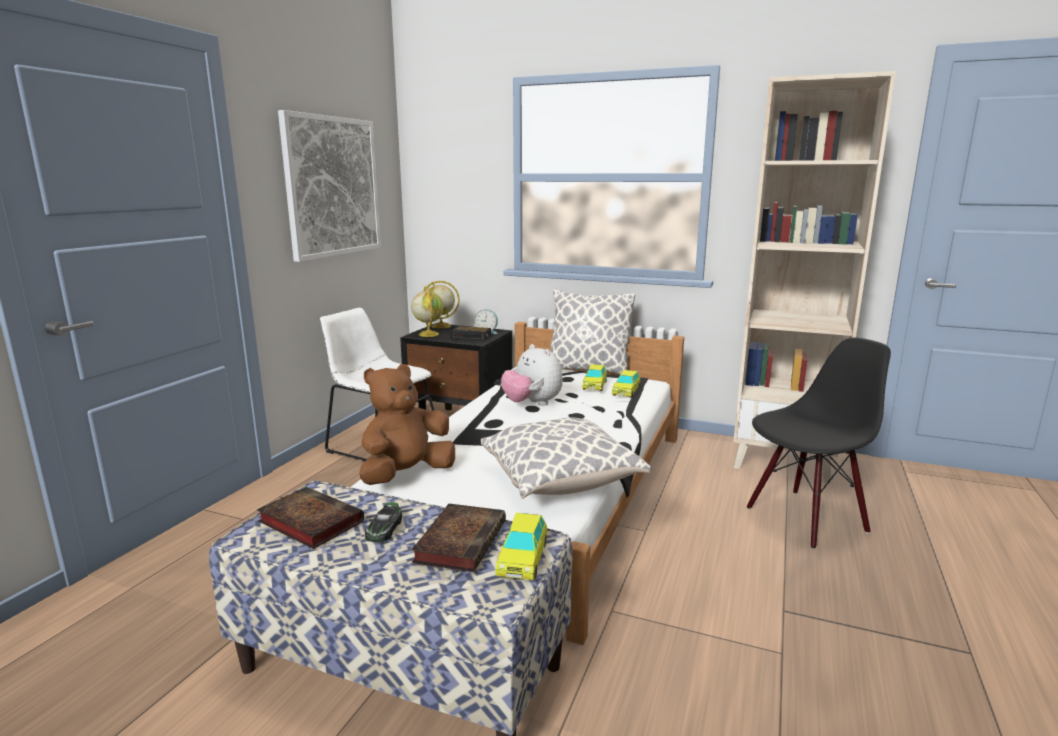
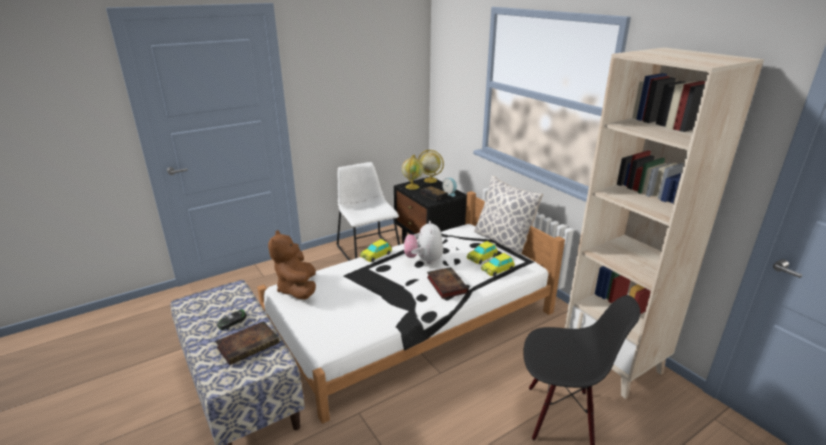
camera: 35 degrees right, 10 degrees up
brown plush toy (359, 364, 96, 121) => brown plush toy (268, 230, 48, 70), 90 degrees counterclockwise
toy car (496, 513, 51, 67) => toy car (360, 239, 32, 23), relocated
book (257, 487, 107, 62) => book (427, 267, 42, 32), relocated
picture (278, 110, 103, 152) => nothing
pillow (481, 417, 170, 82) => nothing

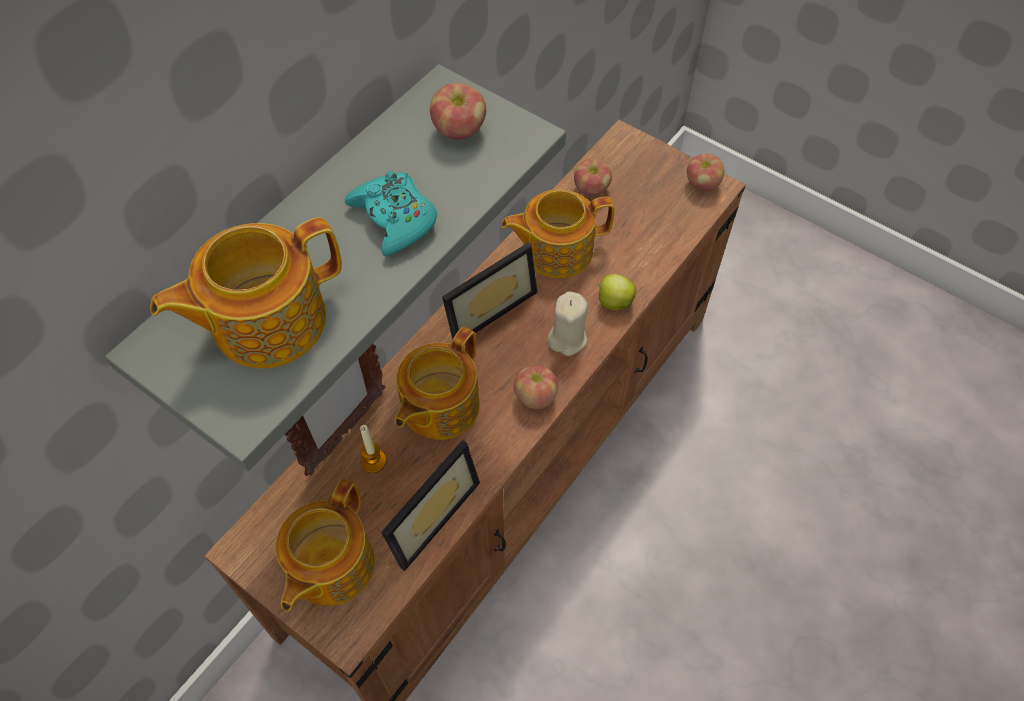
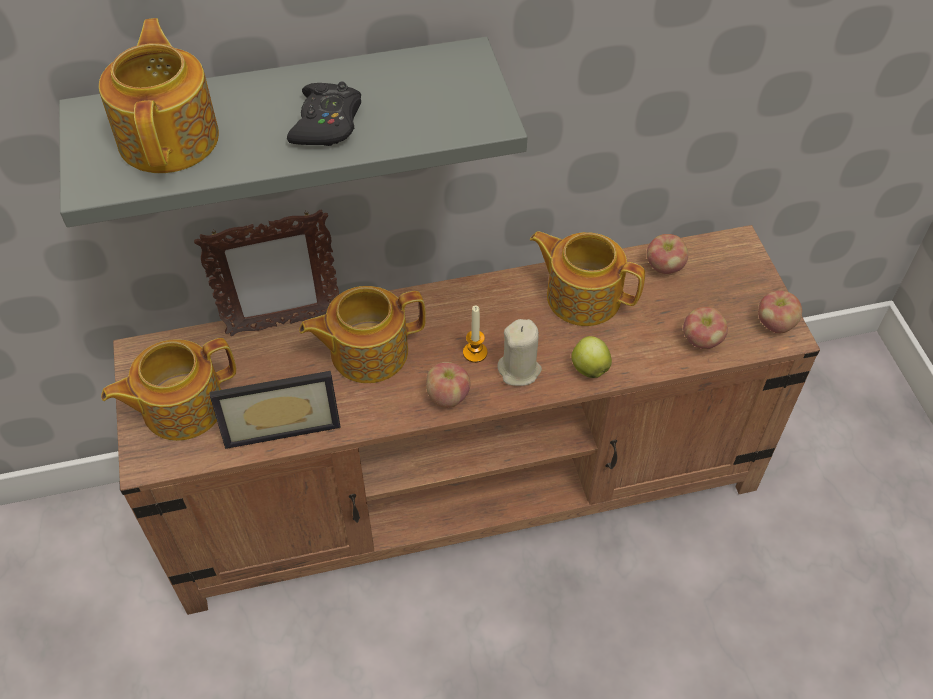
camera: 40 degrees right, 5 degrees down
teapot (150, 217, 192, 151) => teapot (99, 18, 120, 155), 75 degrees clockwise
turquoise game controller (345, 171, 92, 85) => black game controller (287, 81, 74, 65)
candle (360, 425, 26, 48) => candle (463, 305, 25, 58), relocated
apple (430, 83, 56, 57) => apple (683, 307, 45, 42), relocated
picture frame (442, 242, 96, 98) => nothing

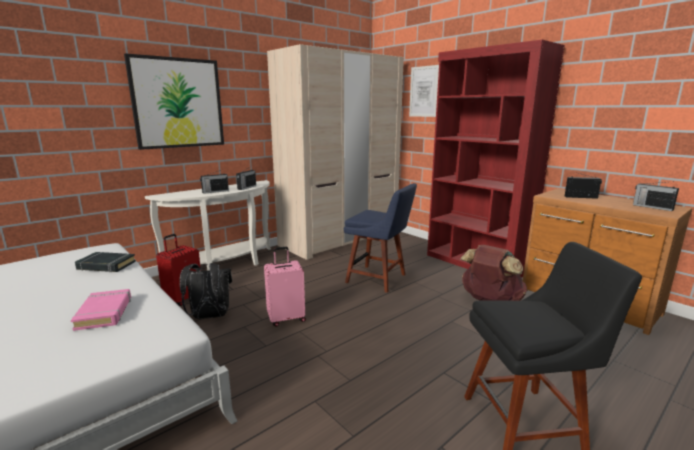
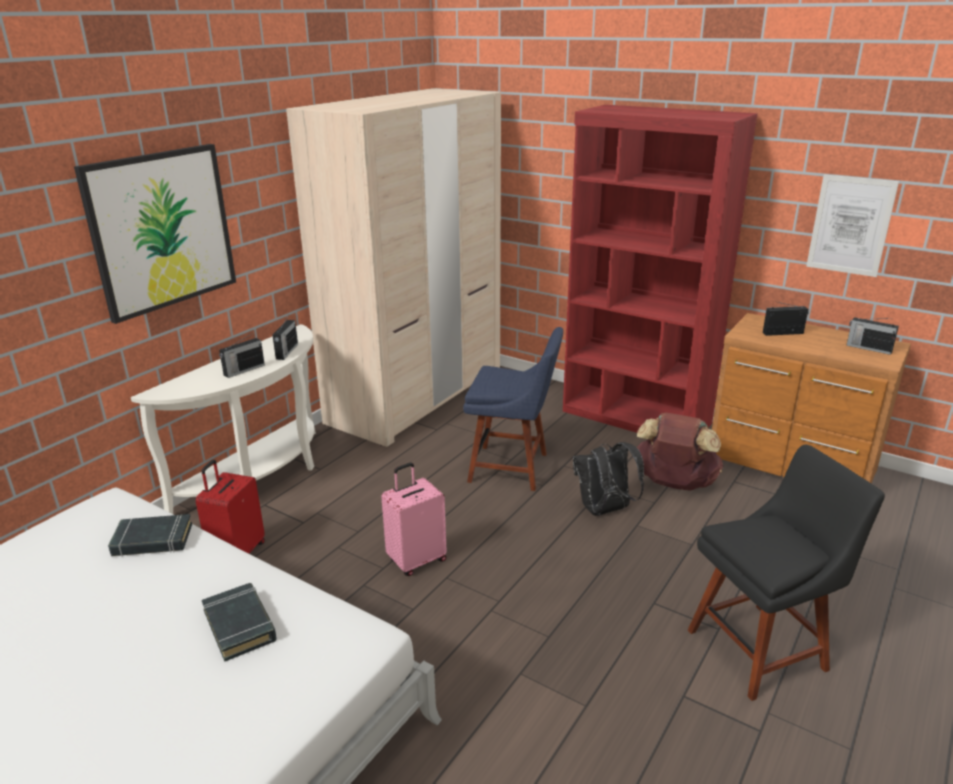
camera: 15 degrees left, 10 degrees up
pink book (71, 289, 60, 42) => black book (202, 583, 75, 79)
black backpack (180, 263, 52, 56) => black backpack (573, 442, 71, 74), relocated
picture (409, 65, 30, 52) => picture (806, 174, 93, 103), relocated

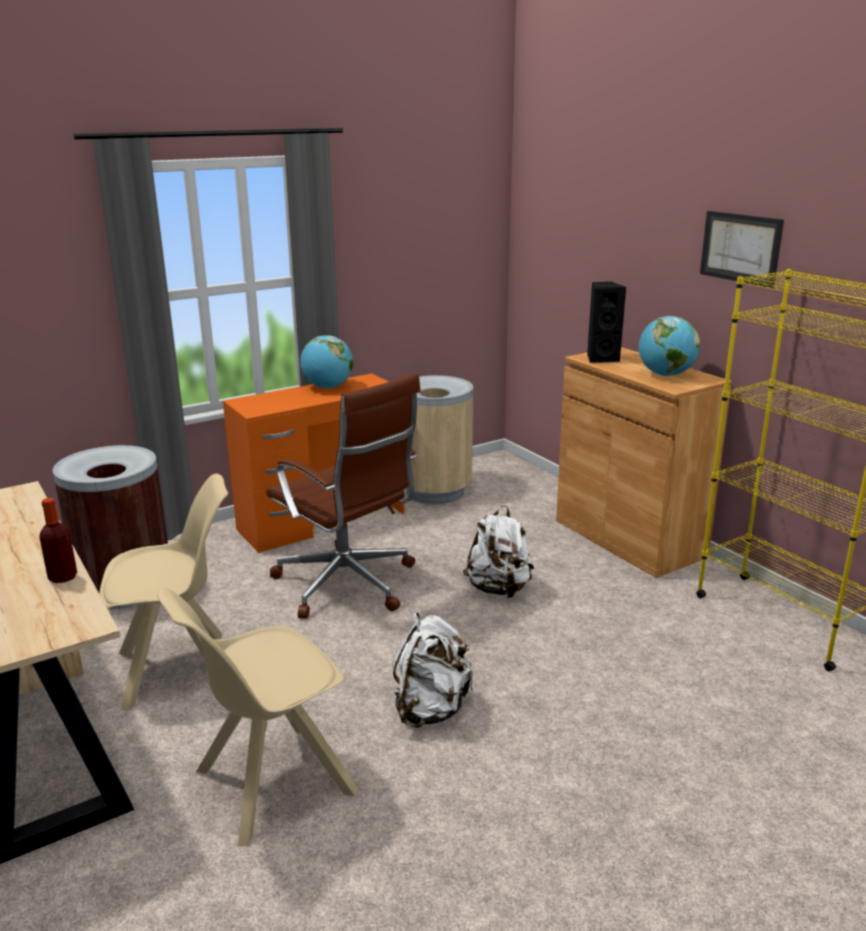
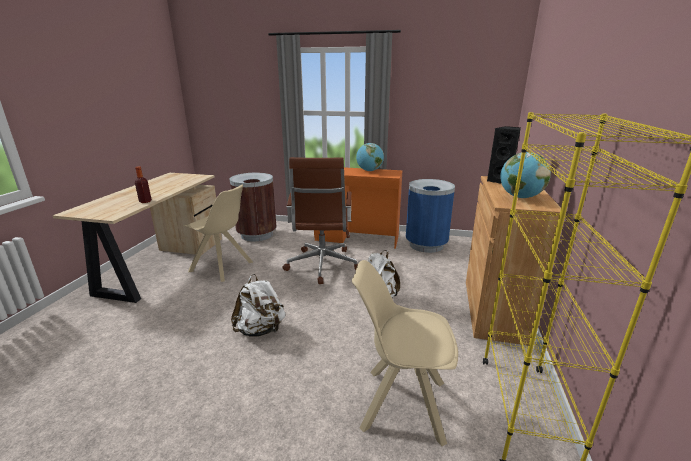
camera: 45 degrees right, 0 degrees up
beige chair (158, 587, 201, 259) => beige chair (352, 260, 106, 186), relocated
beige trash can (406, 375, 67, 129) => blue trash can (406, 179, 49, 74)
picture (700, 211, 84, 77) => nothing

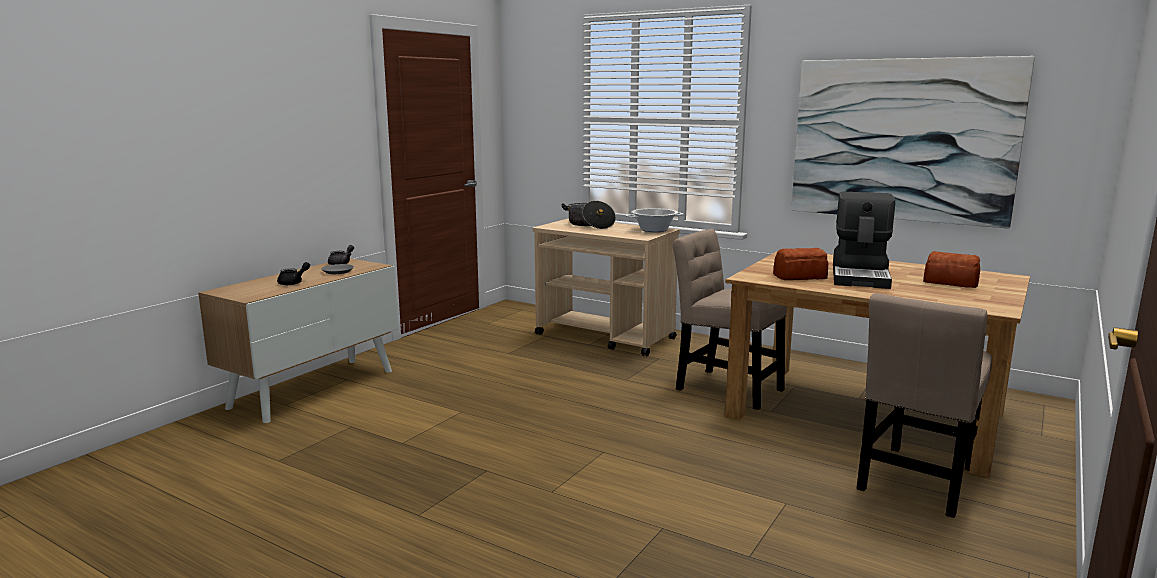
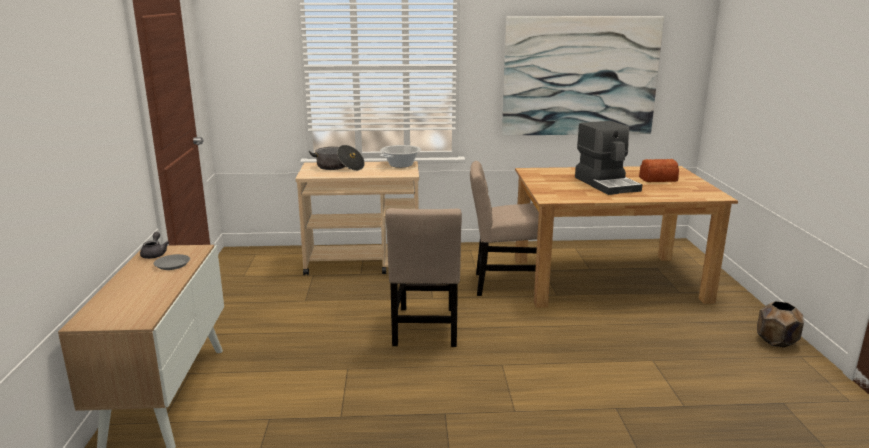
camera: 35 degrees left, 5 degrees up
beige chair (857, 293, 135, 225) => beige chair (385, 208, 77, 139), relocated
nothing => brown planter (757, 301, 47, 46)
black teapot (277, 262, 33, 23) => nothing
bread (773, 248, 55, 32) => nothing

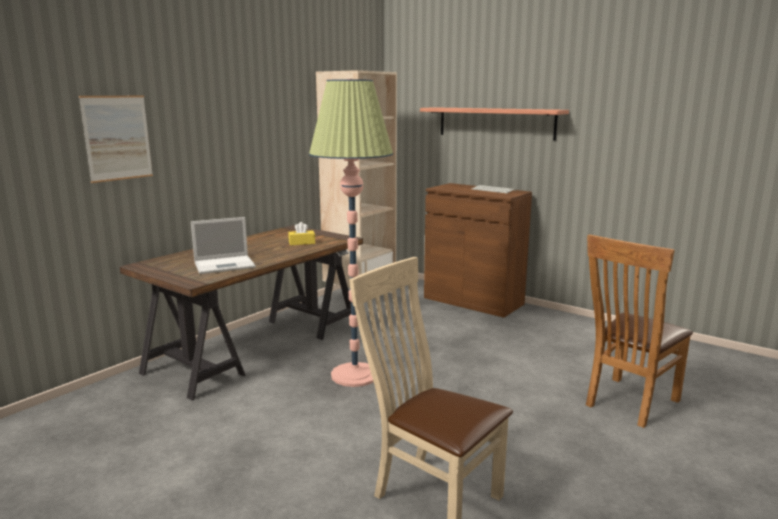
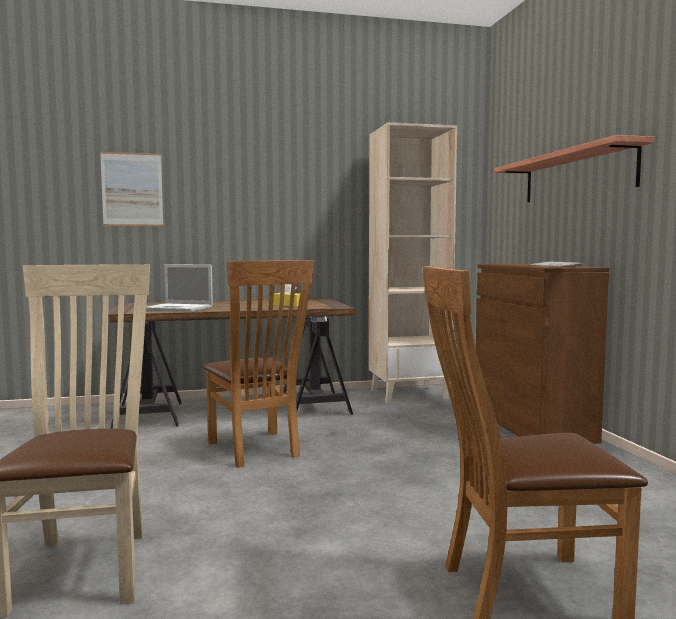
camera: 40 degrees right, 10 degrees down
floor lamp (309, 79, 84, 308) => brown chair (203, 260, 111, 208)

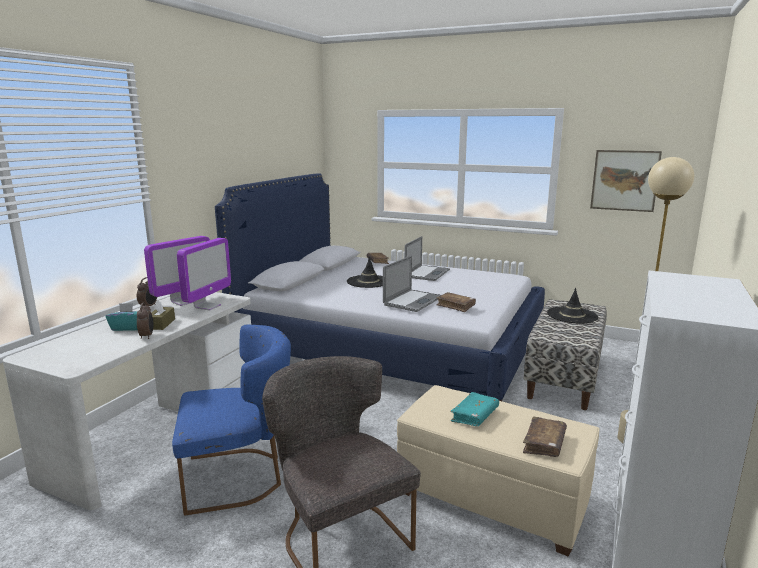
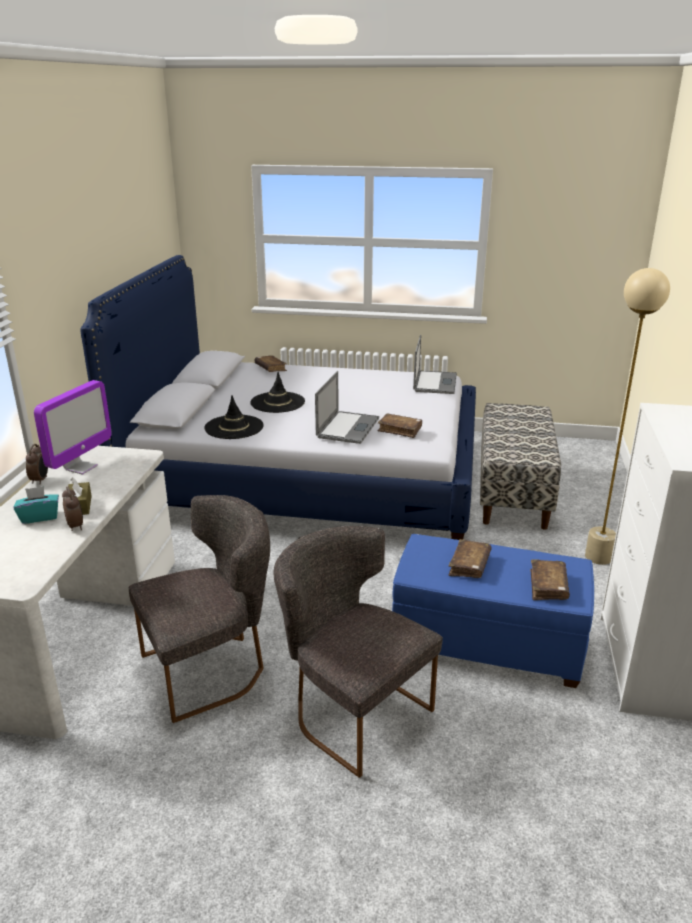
camera: 15 degrees left, 10 degrees up
blue chair (172, 325, 119, 191) => grey chair (129, 495, 141, 228)
black hat (547, 288, 51, 35) => black hat (204, 395, 60, 44), relocated
beige ottoman (397, 385, 203, 171) => blue ottoman (392, 534, 202, 154)
laptop (404, 236, 46, 45) => laptop (413, 335, 44, 59), relocated
turquoise book (450, 392, 49, 34) => brown book (448, 539, 44, 39)
monitor (177, 238, 54, 72) => nothing
picture (590, 150, 72, 62) => nothing

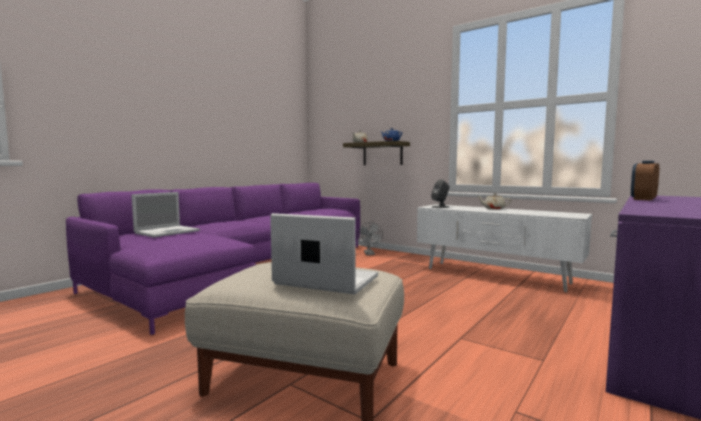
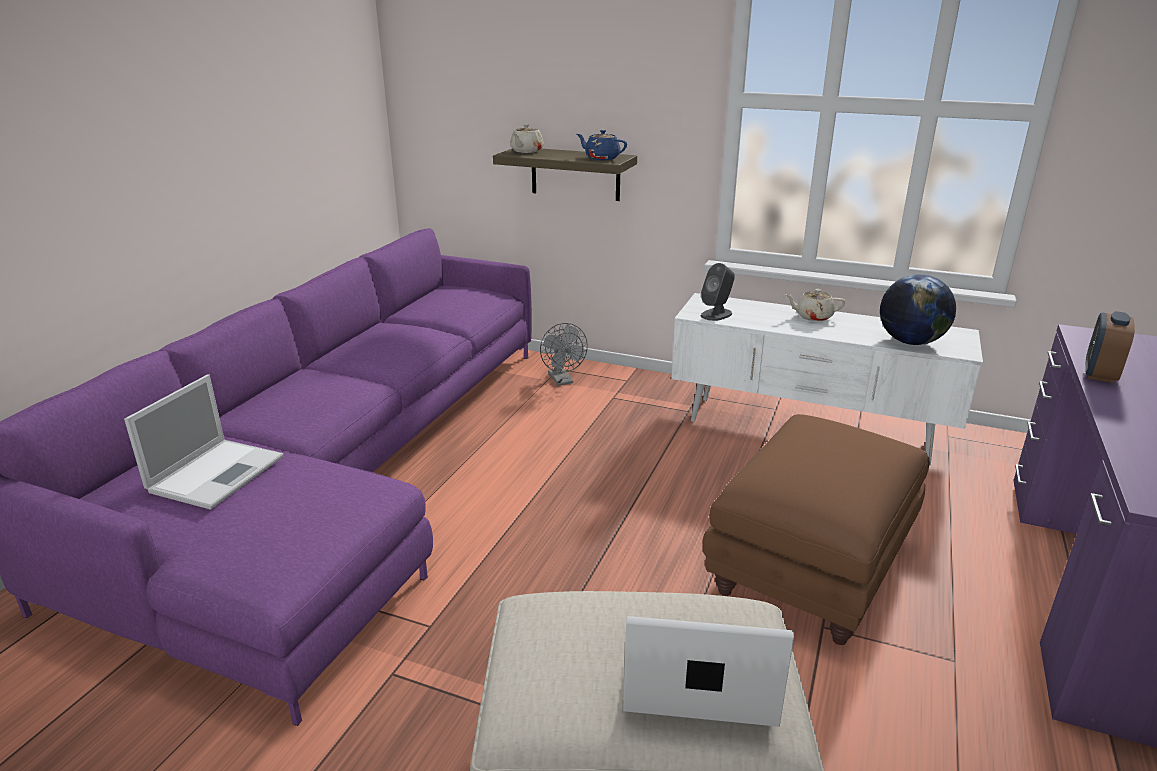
camera: 15 degrees left, 20 degrees up
nothing => brown ottoman (703, 414, 227, 231)
nothing => globe (880, 274, 76, 71)

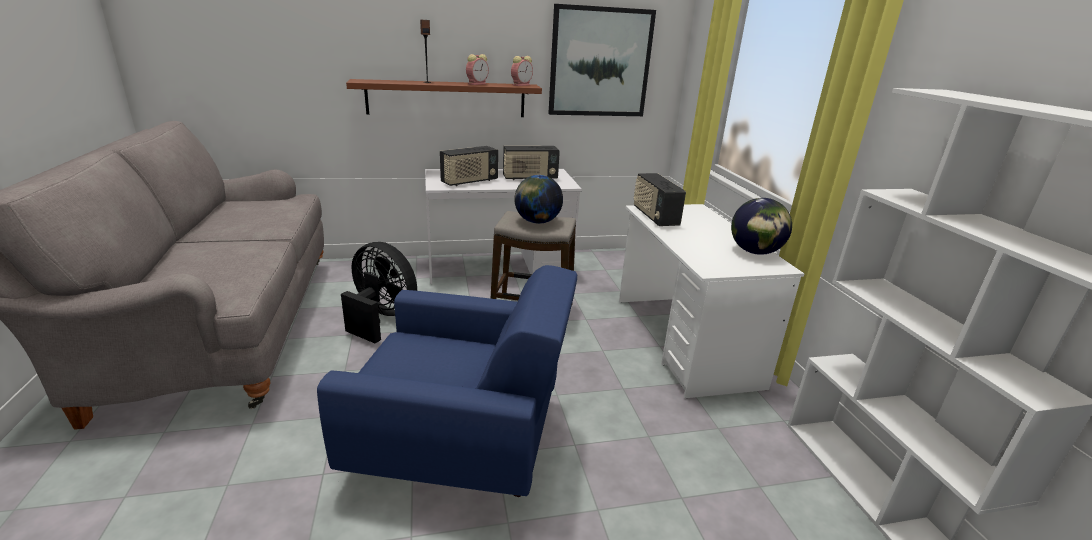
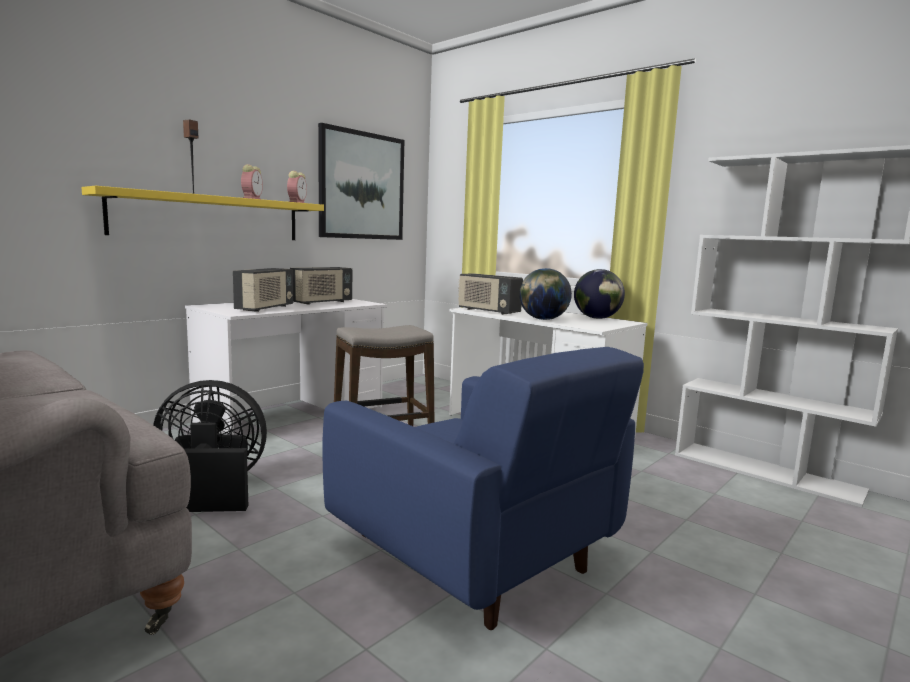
camera: 35 degrees left, 15 degrees down
brown shelf (346, 79, 196, 38) => yellow shelf (81, 186, 243, 54)
blue armchair (317, 265, 260, 232) => blue armchair (322, 347, 322, 283), 75 degrees clockwise
globe (514, 175, 49, 49) => globe (519, 268, 53, 52), relocated

